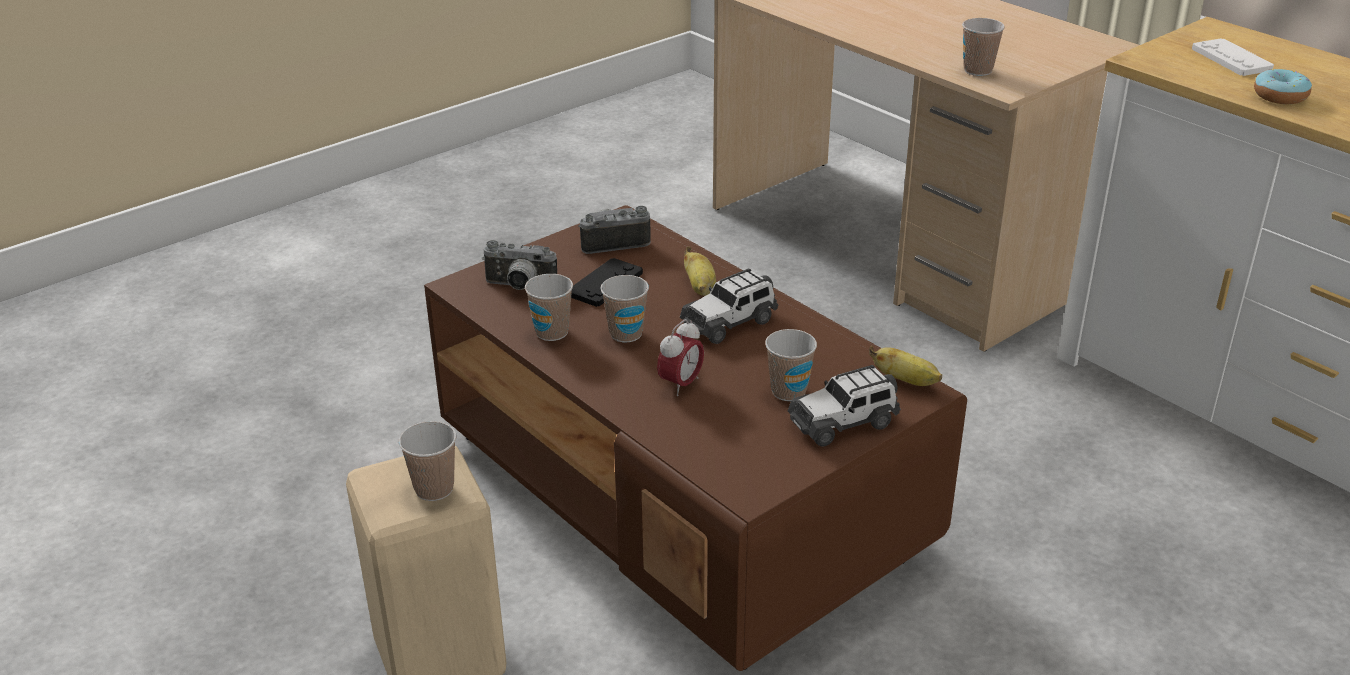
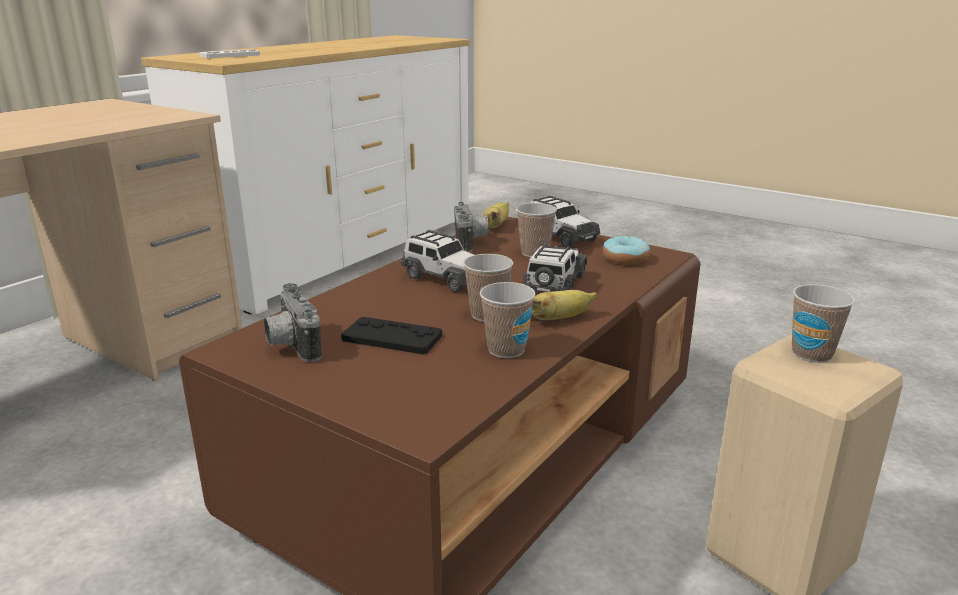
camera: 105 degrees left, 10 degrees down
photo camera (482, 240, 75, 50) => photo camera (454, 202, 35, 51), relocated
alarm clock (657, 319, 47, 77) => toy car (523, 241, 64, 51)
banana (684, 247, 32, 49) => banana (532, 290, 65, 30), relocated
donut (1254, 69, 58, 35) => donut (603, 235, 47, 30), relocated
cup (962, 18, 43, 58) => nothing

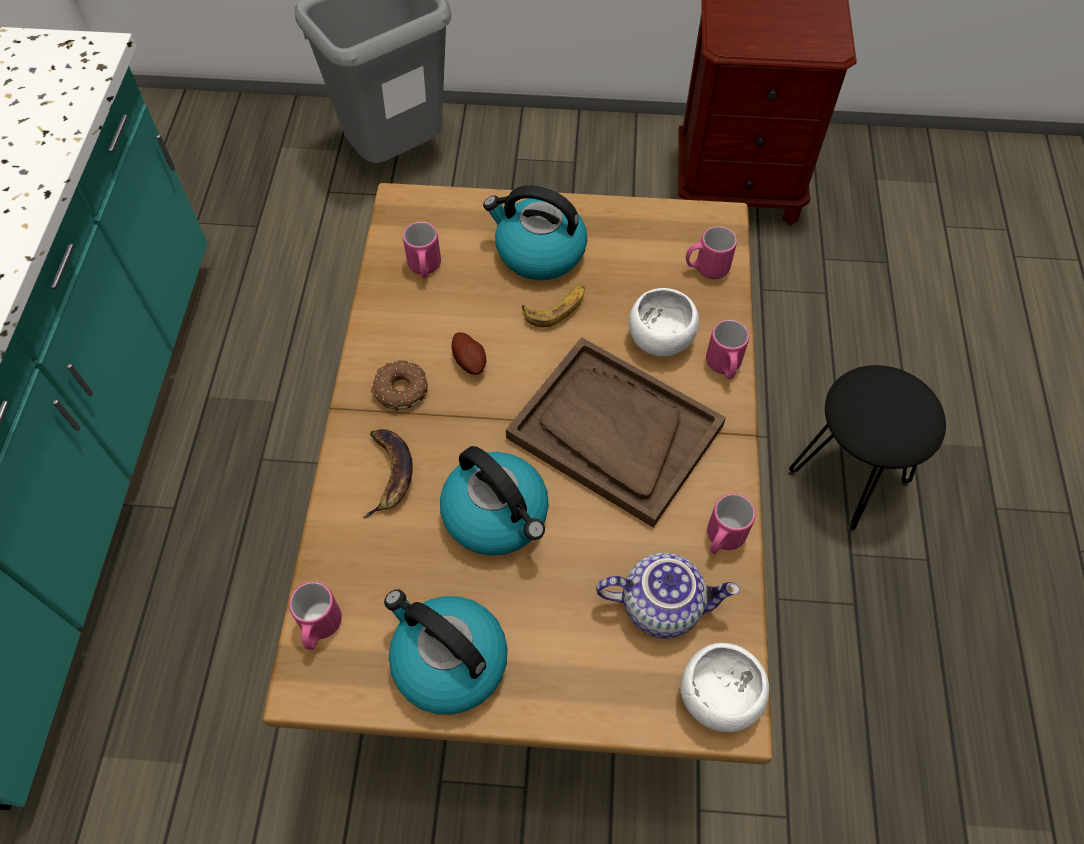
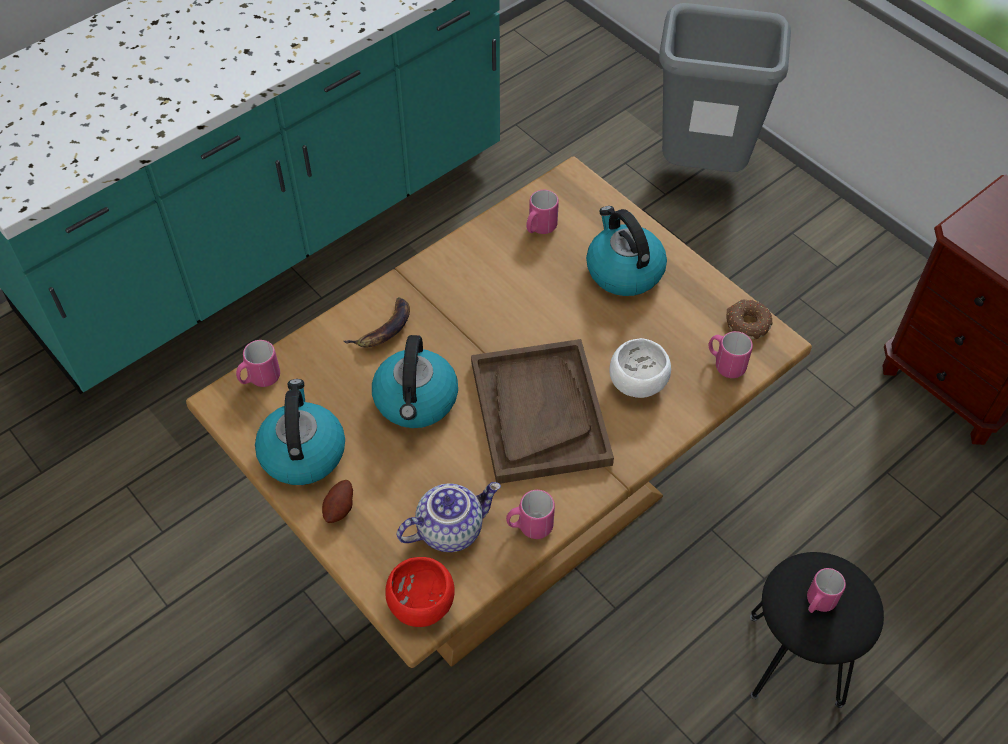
camera: 45 degrees right, 5 degrees down
potato (452, 332, 34, 43) => potato (322, 480, 31, 43), relocated
white bowl (681, 643, 88, 89) => red bowl (385, 557, 70, 70)
teapot (596, 553, 144, 85) => teapot (397, 482, 104, 70), 75 degrees counterclockwise
donut (371, 360, 57, 51) => donut (727, 299, 46, 40), relocated
pink mug (706, 320, 43, 59) => pink mug (807, 568, 39, 45), relocated
banana (522, 285, 63, 42) => nothing

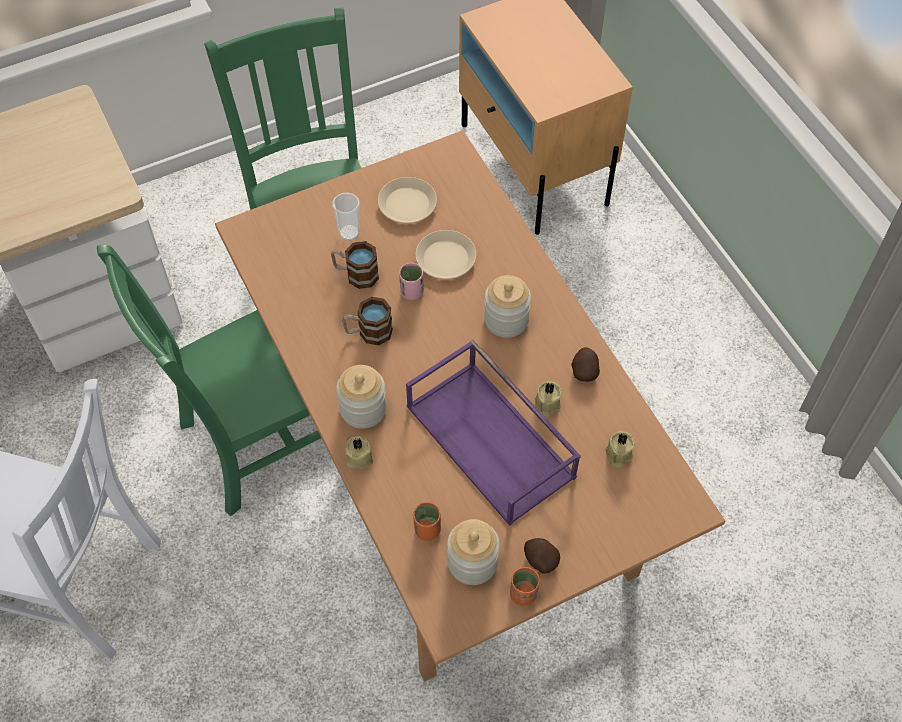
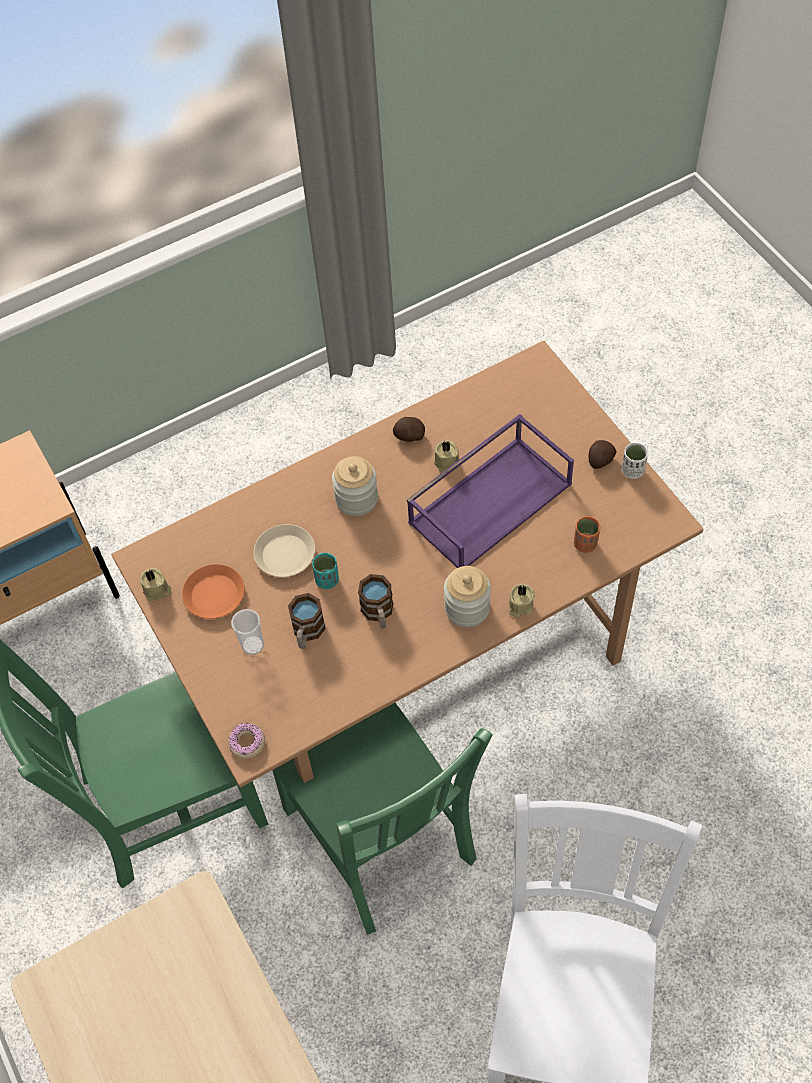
camera: 90 degrees left, 0 degrees up
beige candle (605, 431, 30, 37) => beige candle (139, 568, 32, 33), relocated
beige plate (378, 177, 59, 46) => orange plate (182, 564, 63, 55)
nothing => donut (228, 723, 37, 36)
pink cup (399, 263, 25, 37) => turquoise cup (312, 553, 27, 36)
orange cup (510, 567, 30, 39) => white cup (622, 443, 26, 36)
jar (447, 519, 53, 66) => nothing

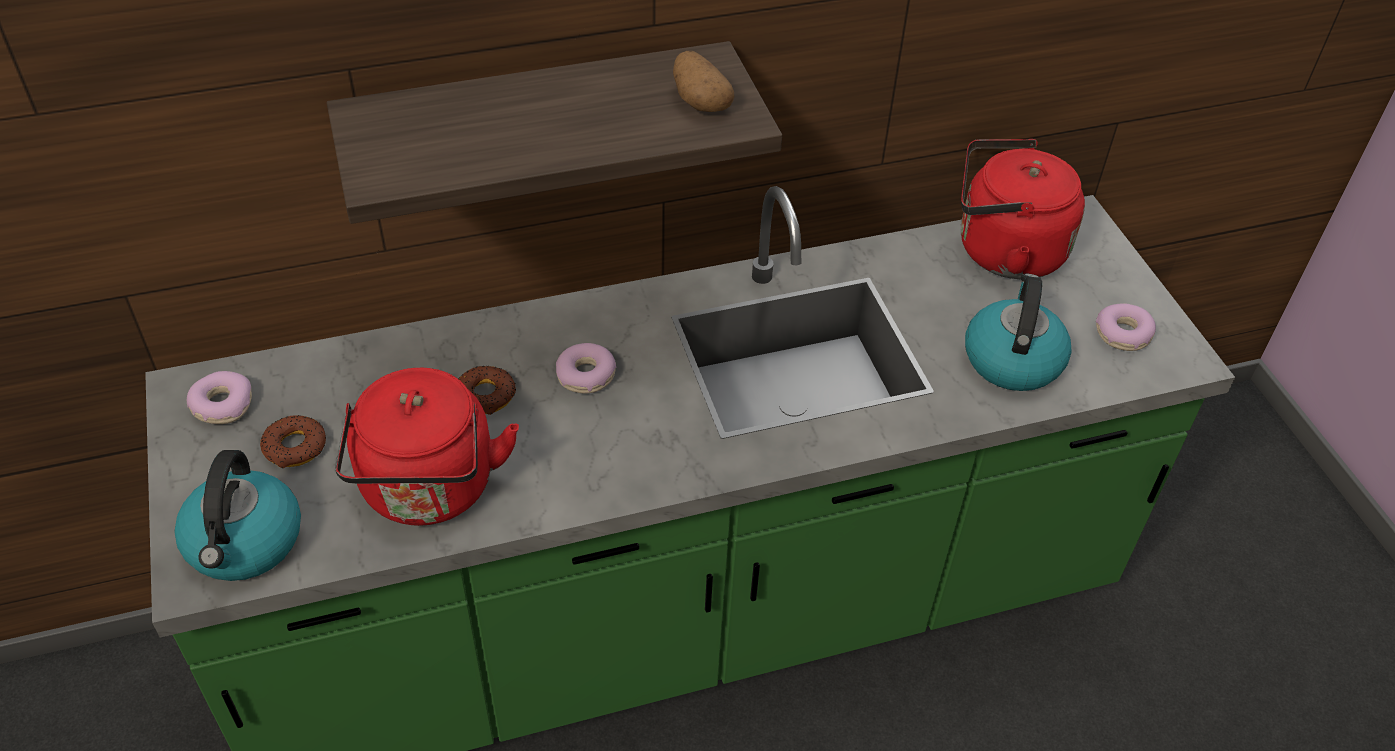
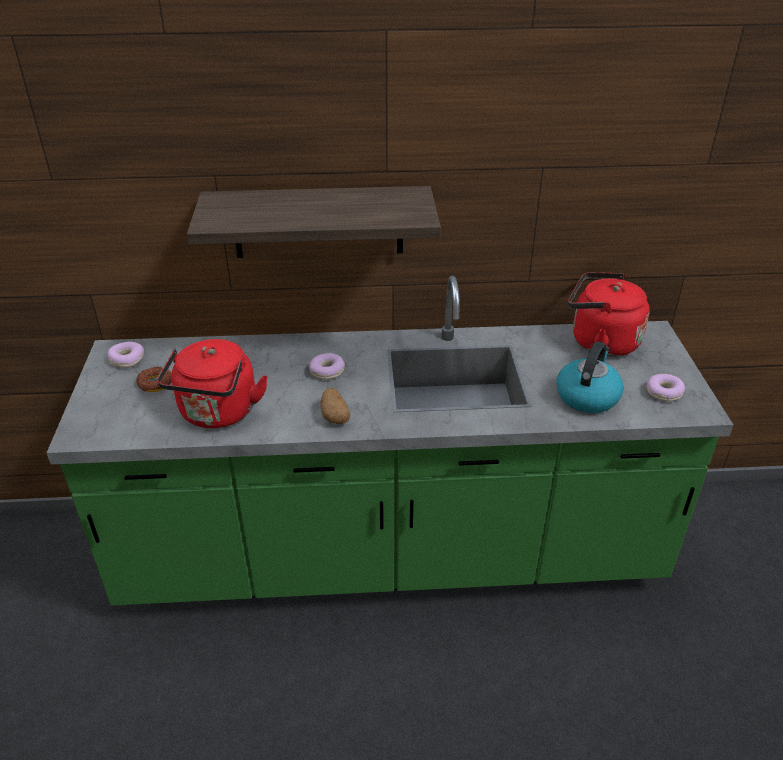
camera: 15 degrees right, 10 degrees down
potato (673, 51, 61, 61) => potato (321, 388, 29, 36), relocated
kettle (175, 450, 126, 131) => nothing
donut (458, 366, 58, 49) => nothing

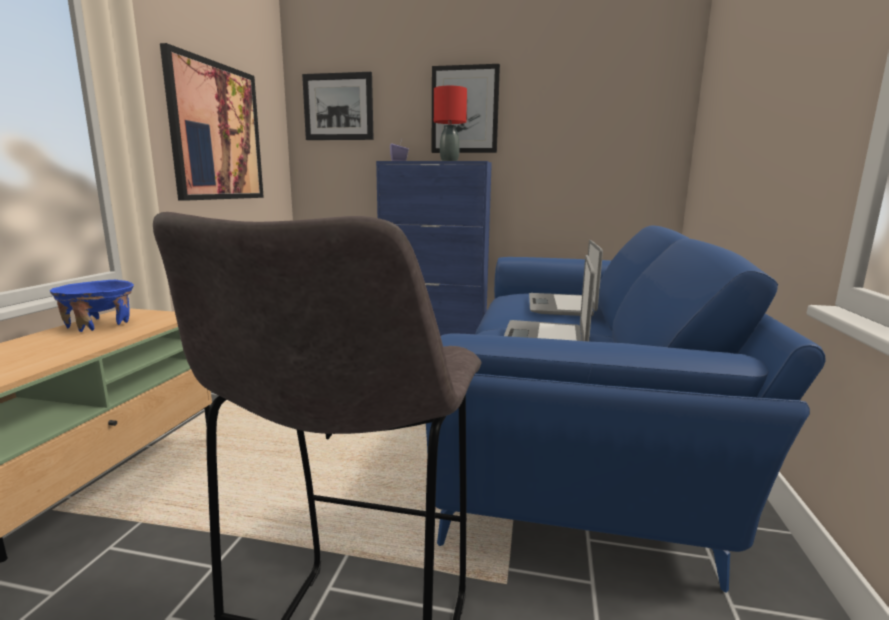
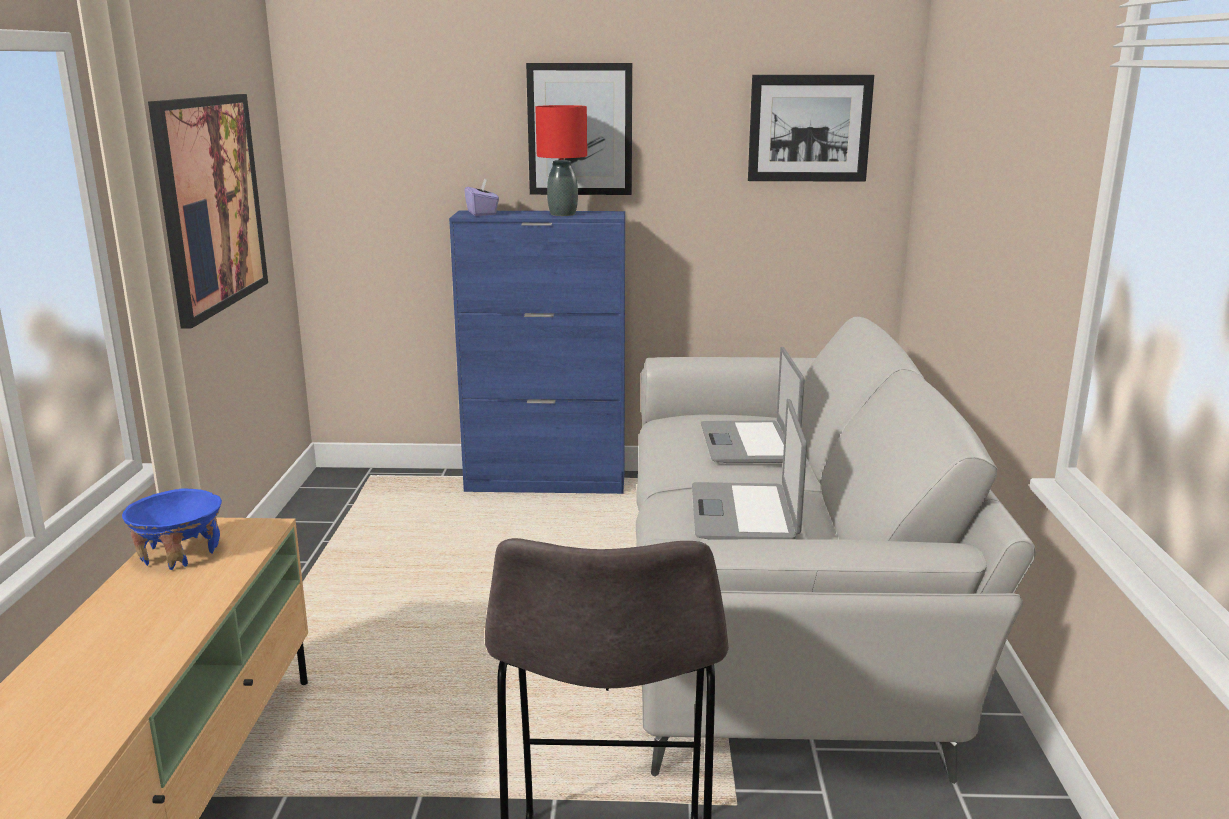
camera: 10 degrees left, 5 degrees up
blue sofa (426, 225, 399, 368) => grey sofa (636, 317, 400, 467)
picture (302, 72, 72, 68) => picture (748, 75, 126, 107), relocated

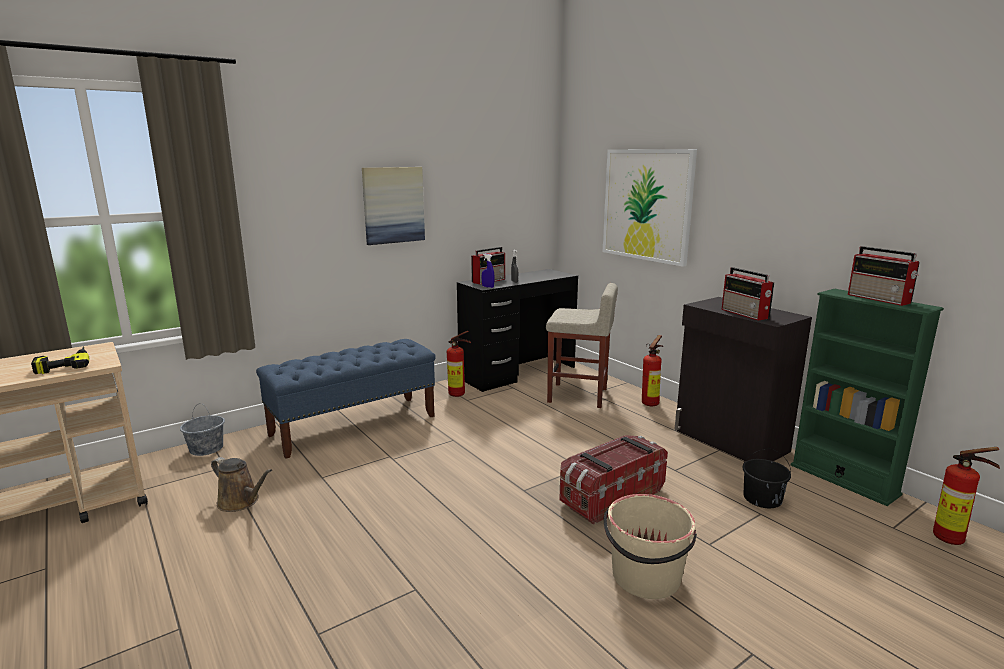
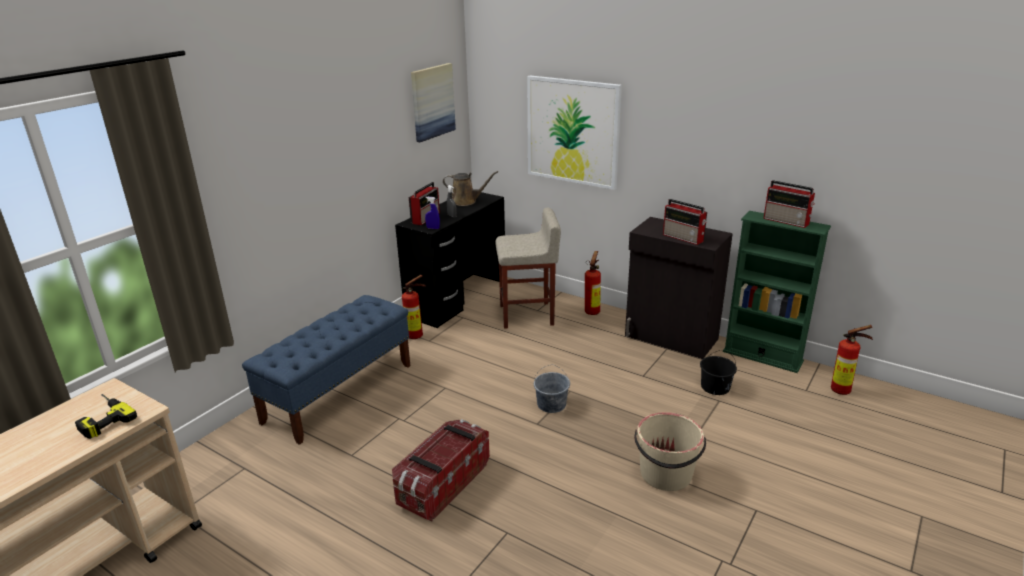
camera: 20 degrees left, 10 degrees up
storage box (559, 435, 109, 90) => storage box (392, 419, 98, 102), relocated
picture (362, 167, 63, 78) => picture (411, 63, 45, 79), relocated
brown watering can (211, 457, 61, 55) => brown watering can (443, 171, 55, 35), relocated
grey bucket (180, 403, 45, 53) => grey bucket (534, 365, 36, 48), relocated

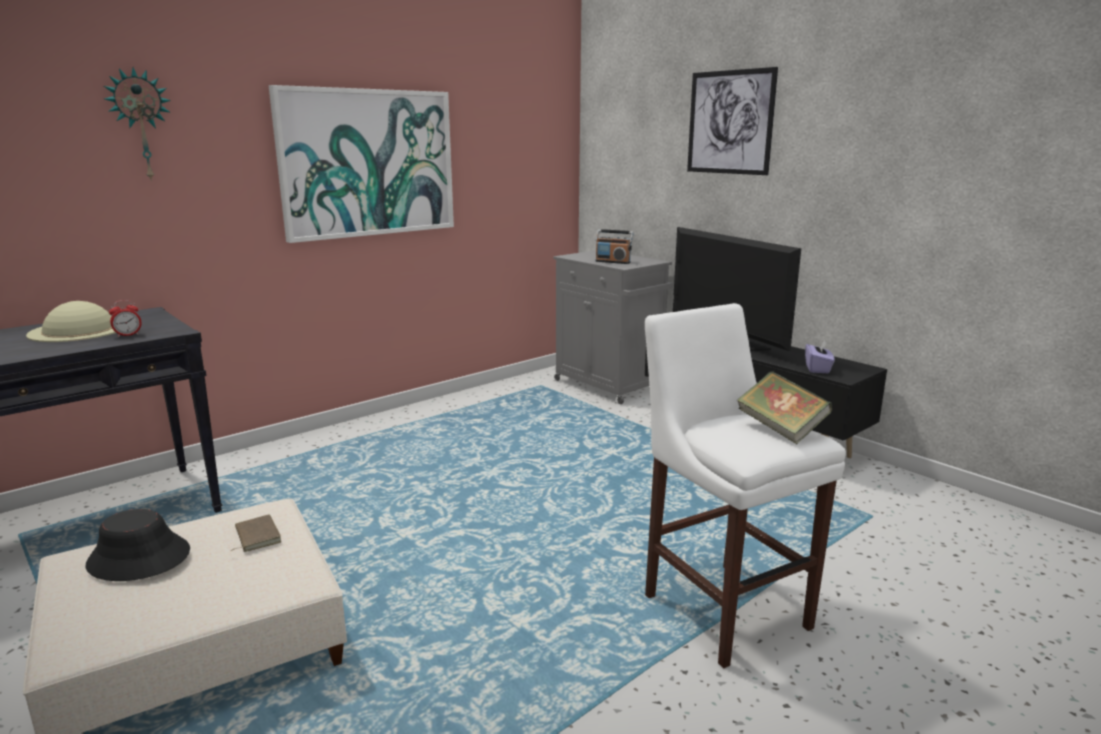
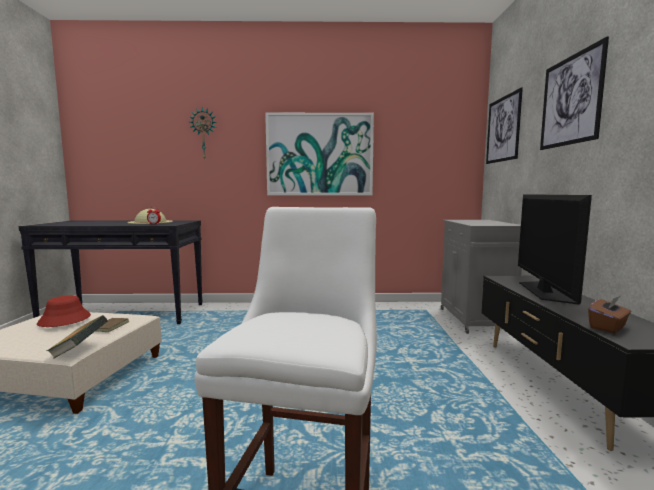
camera: 40 degrees right, 10 degrees down
black hat (86, 509, 104, 72) => red hat (37, 295, 54, 32)
book (737, 371, 95, 73) => book (47, 315, 61, 44), relocated
nothing => picture (486, 87, 37, 77)
purple tissue box (805, 340, 30, 33) => brown tissue box (588, 296, 43, 37)
radio (595, 229, 39, 35) => nothing

